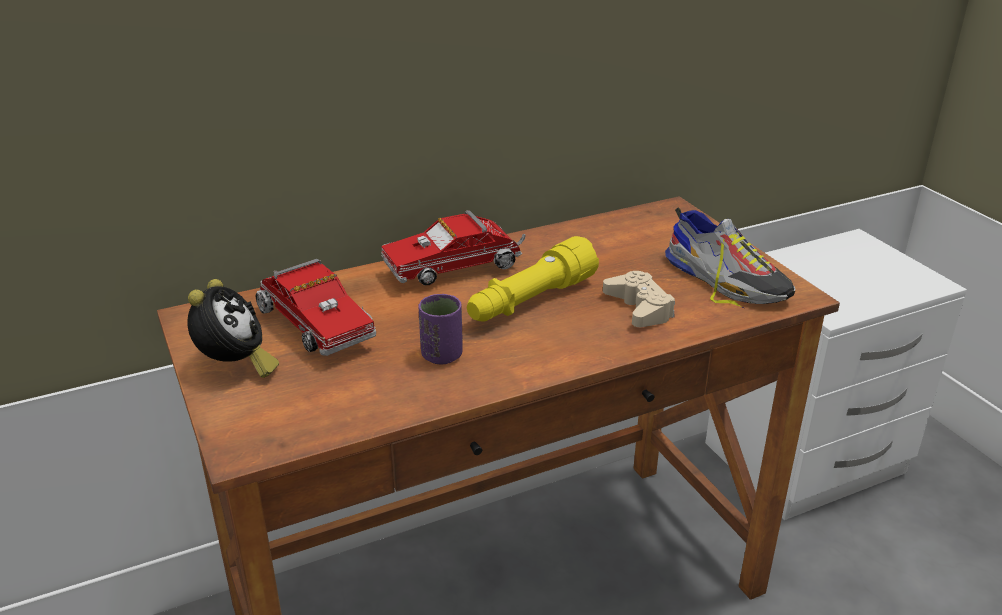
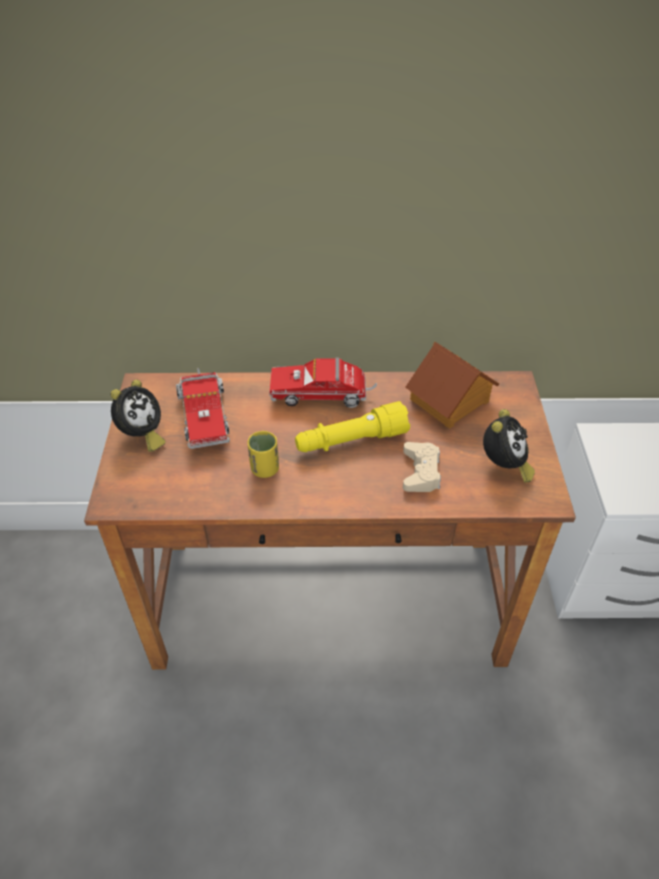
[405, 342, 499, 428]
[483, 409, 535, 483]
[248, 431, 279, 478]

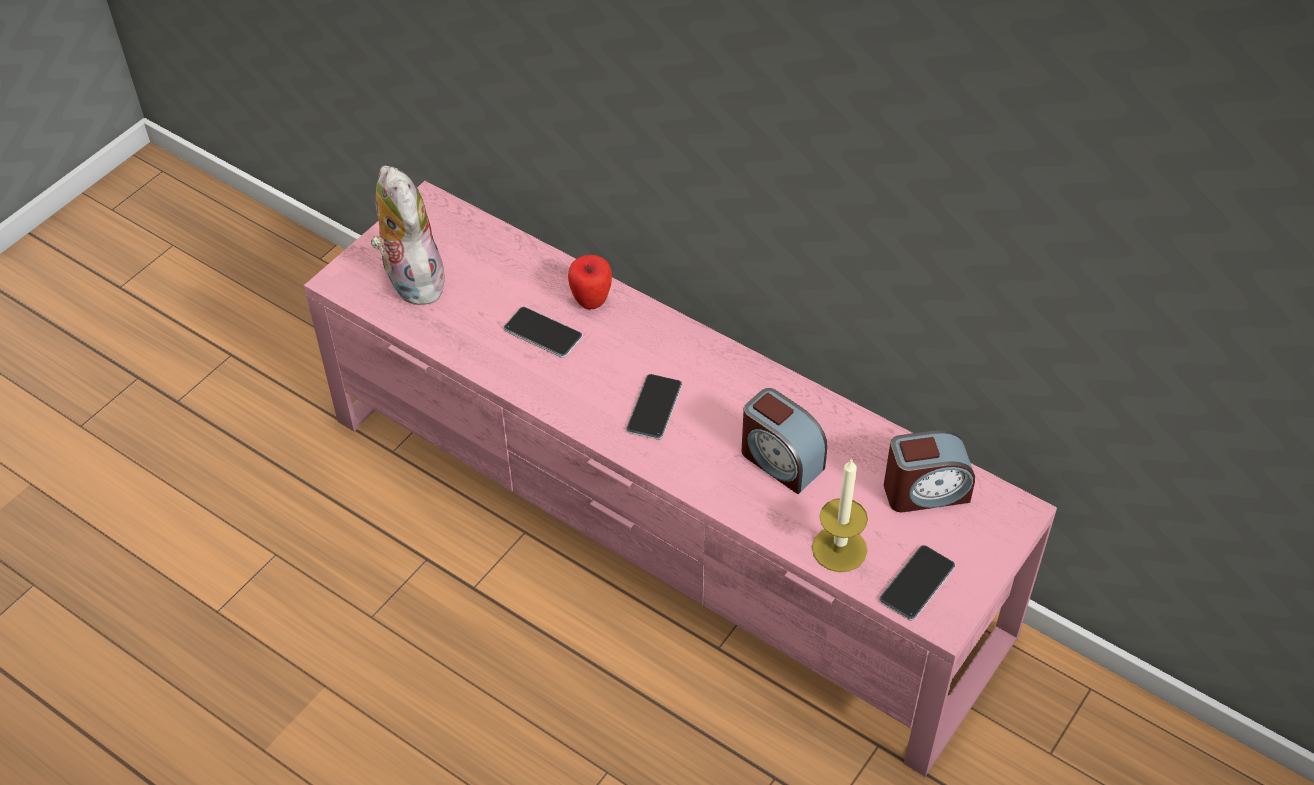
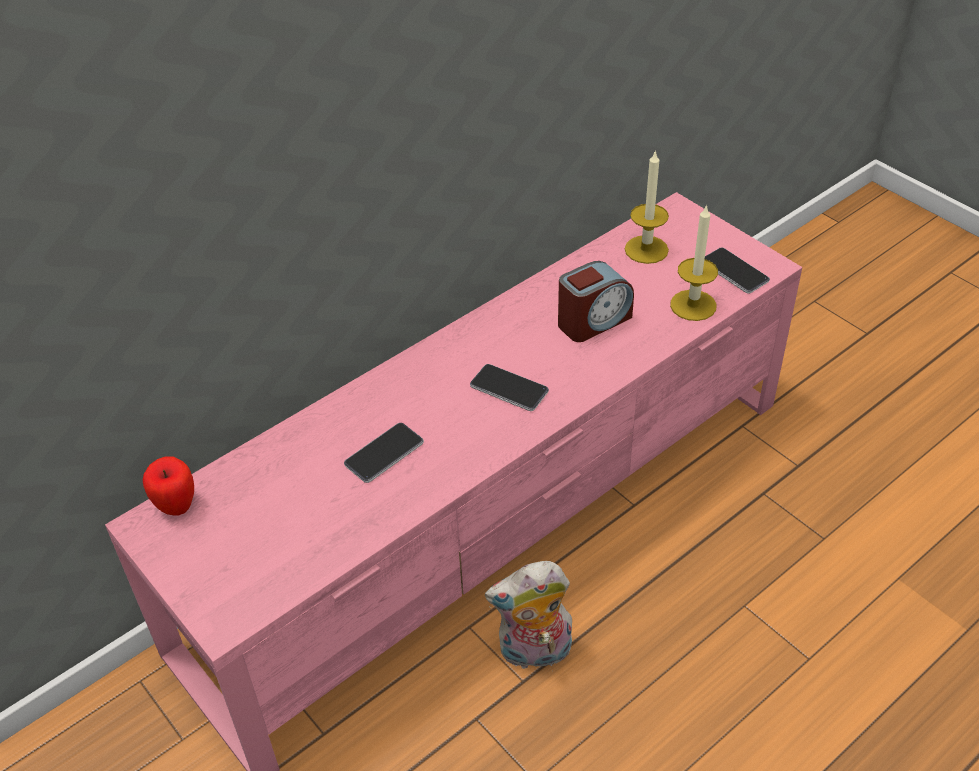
[485, 561, 572, 669]
[143, 456, 194, 516]
[625, 150, 669, 264]

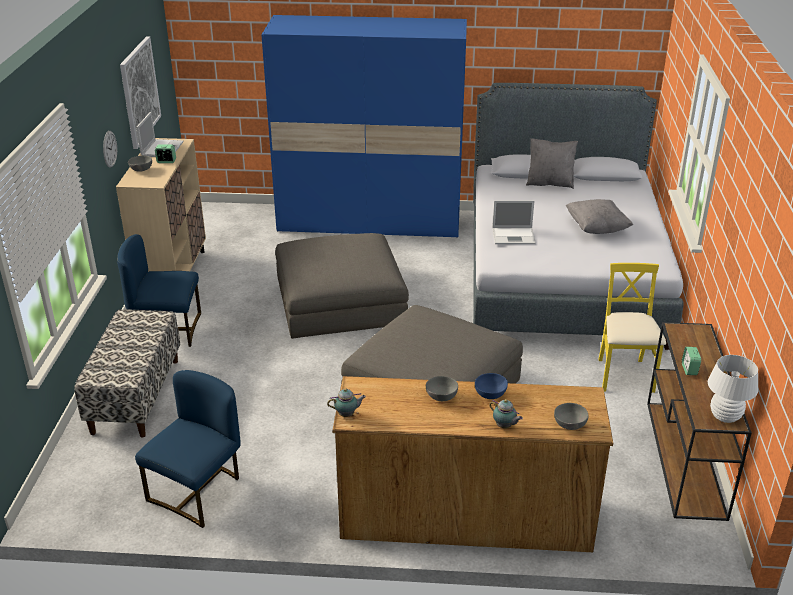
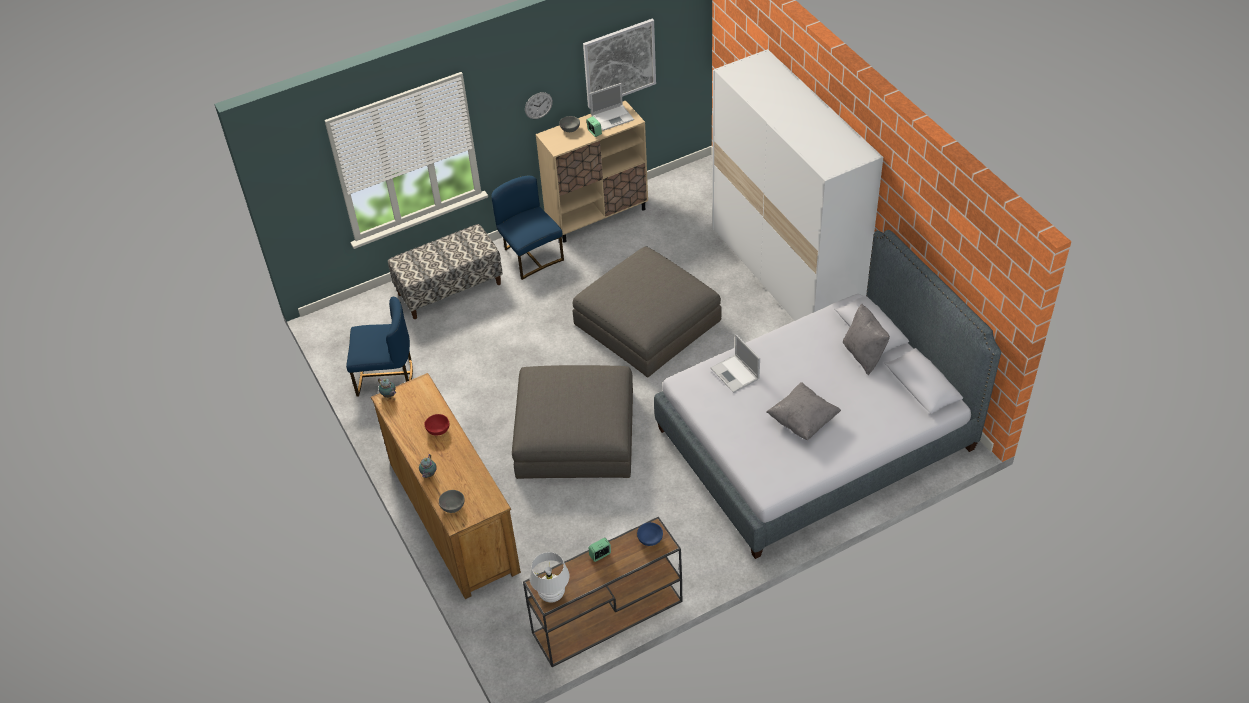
[598, 263, 666, 393] (first image)
[637, 522, 663, 546]
[712, 49, 883, 321]
[424, 414, 449, 436]

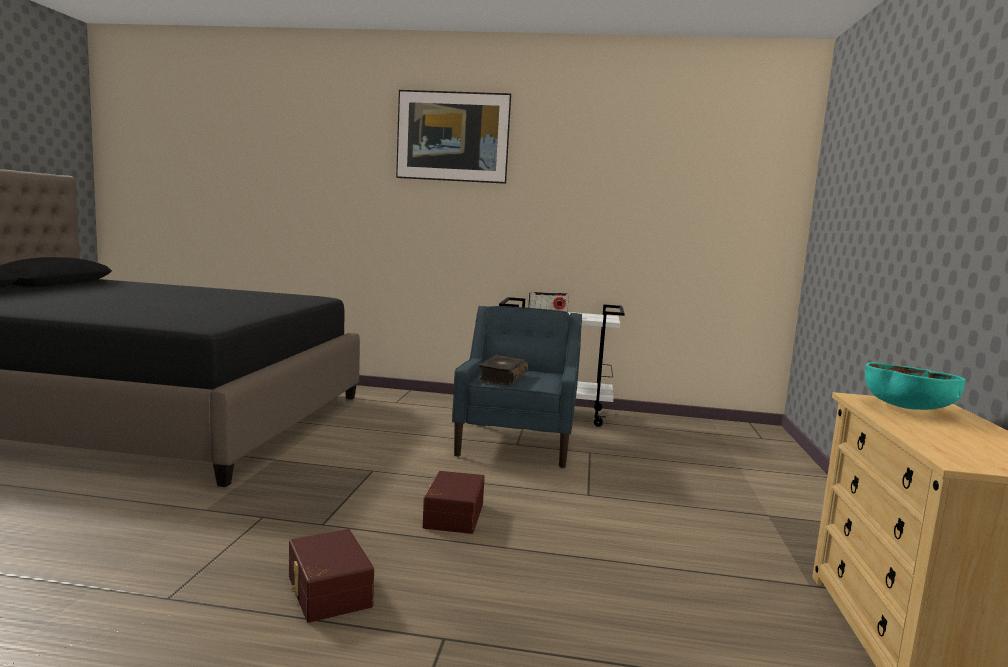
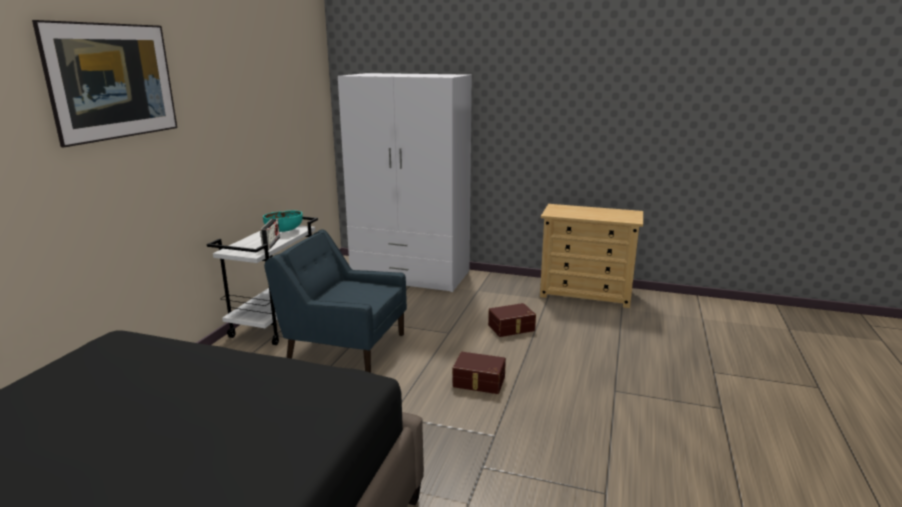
[477, 355, 528, 386] (first image)
[338, 73, 472, 292]
[488, 303, 536, 337]
[263, 210, 303, 232]

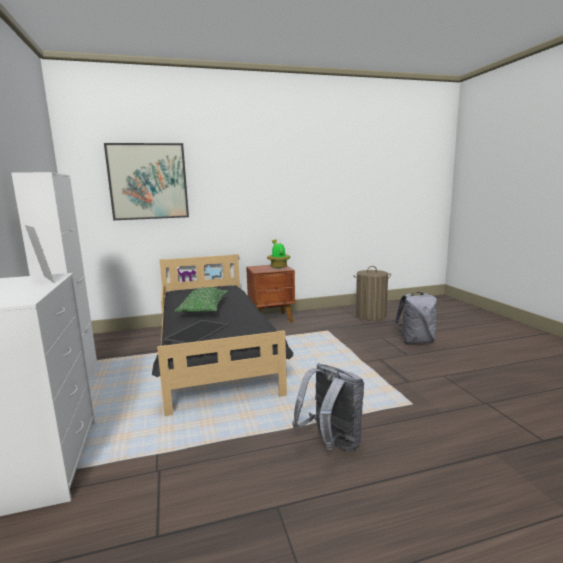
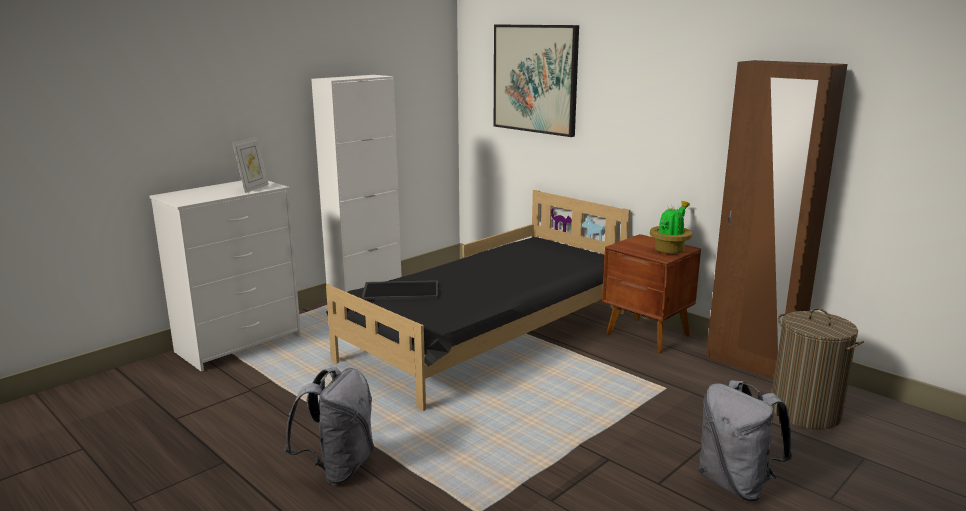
[175, 287, 228, 313] (first image)
[707, 60, 848, 380]

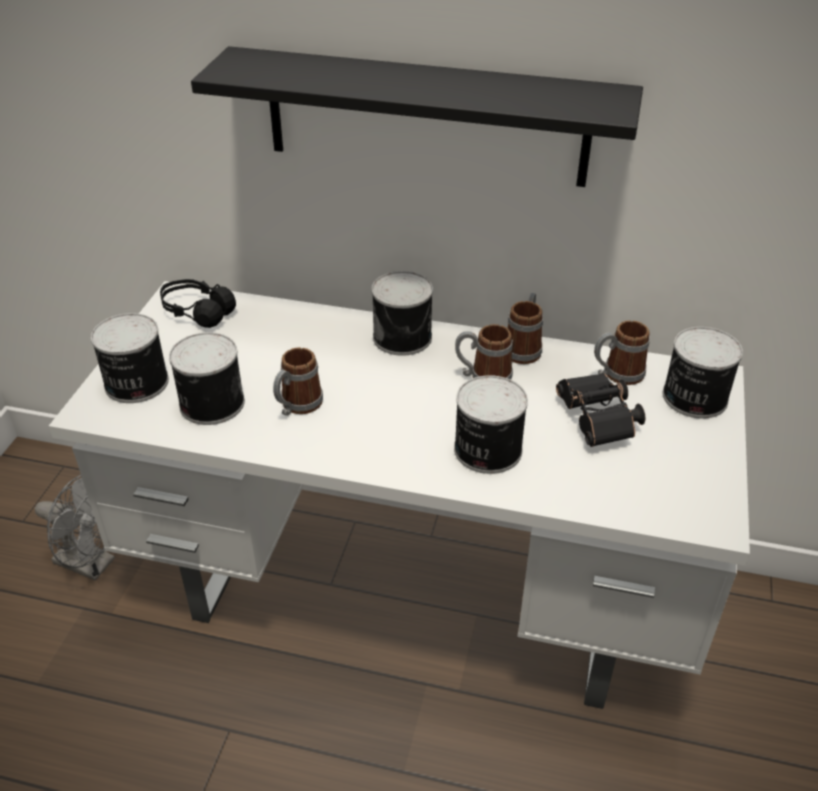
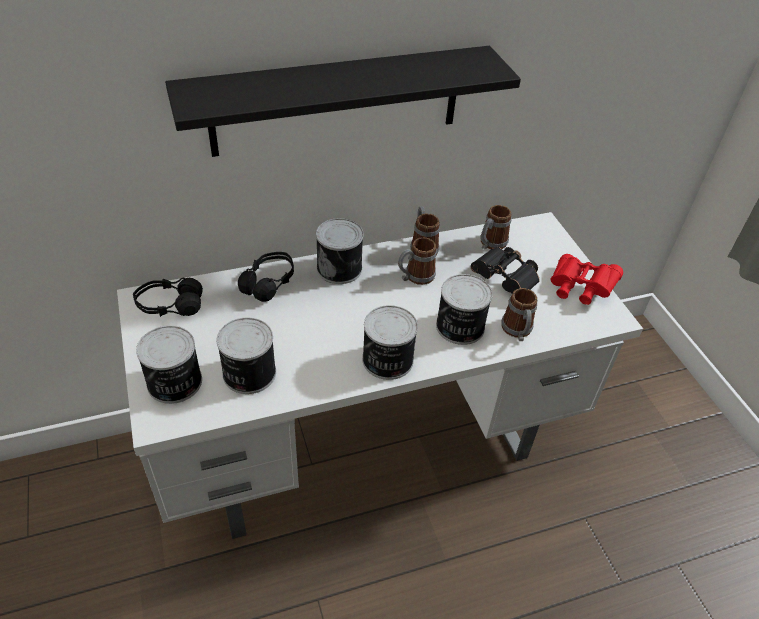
[35, 475, 115, 581] (first image)
[238, 252, 294, 302]
[551, 254, 623, 305]
[501, 288, 537, 341]
[362, 305, 418, 380]

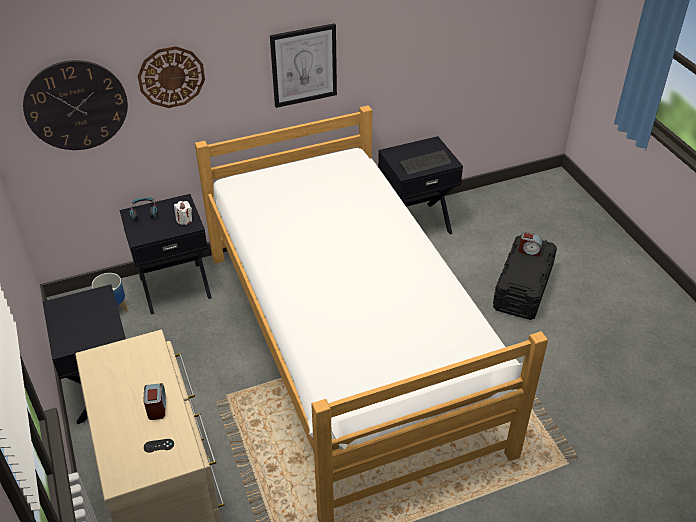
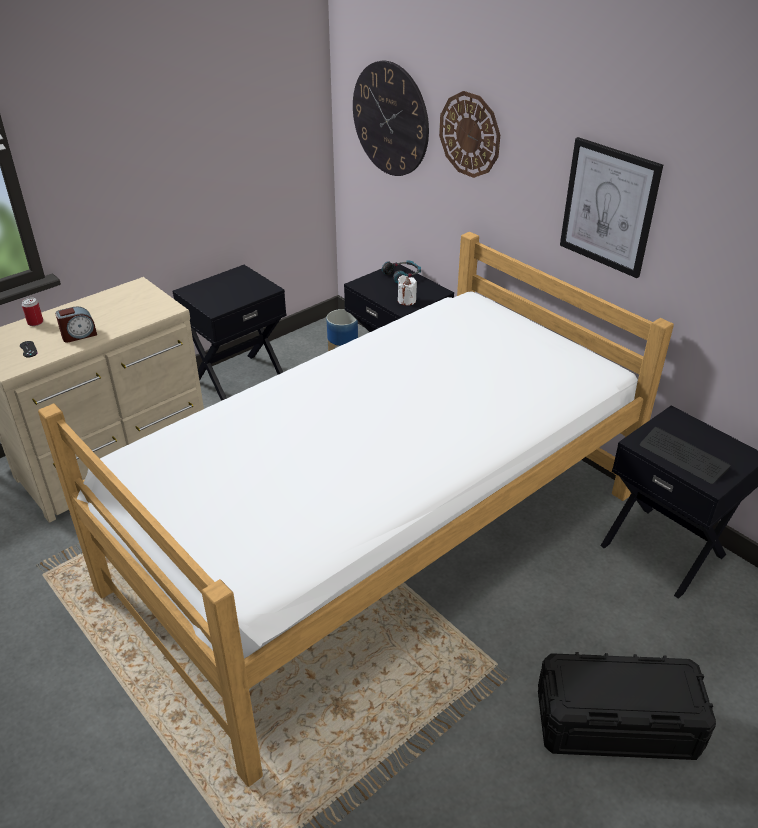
[518, 232, 542, 257] (first image)
[22, 298, 43, 326]

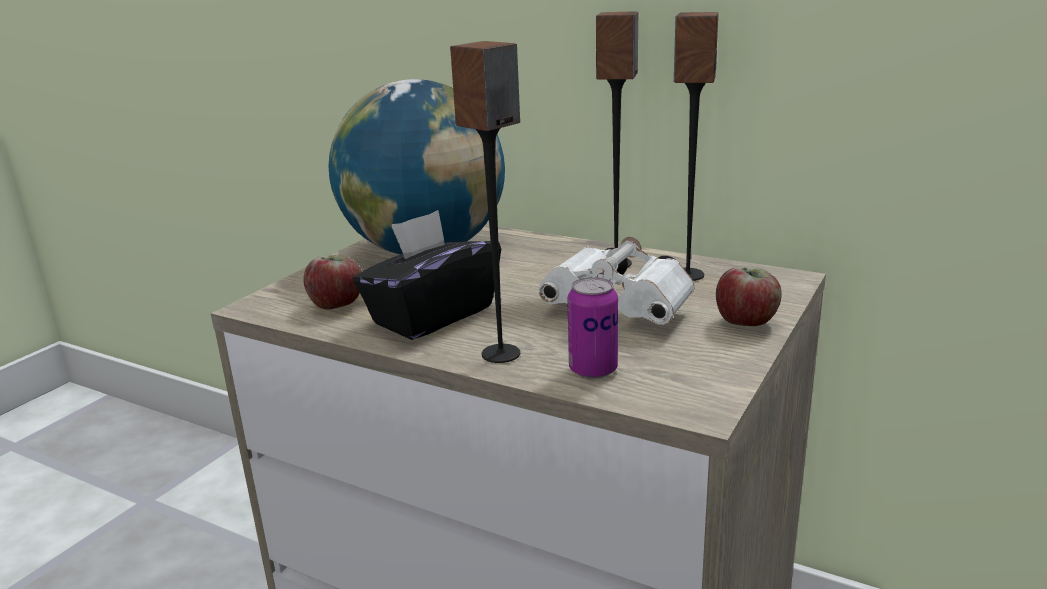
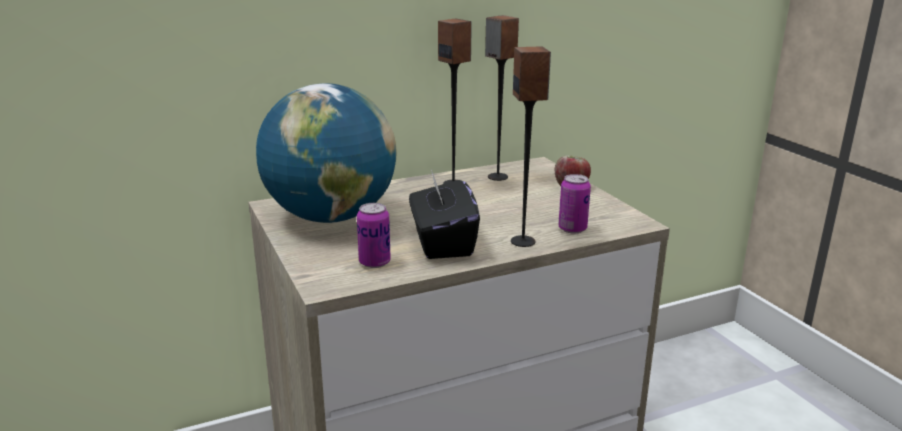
[538, 237, 694, 325] (first image)
[357, 203, 391, 268]

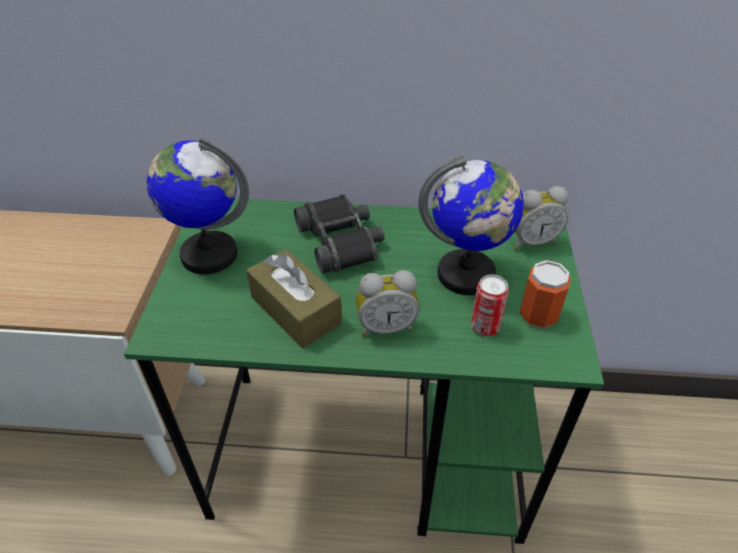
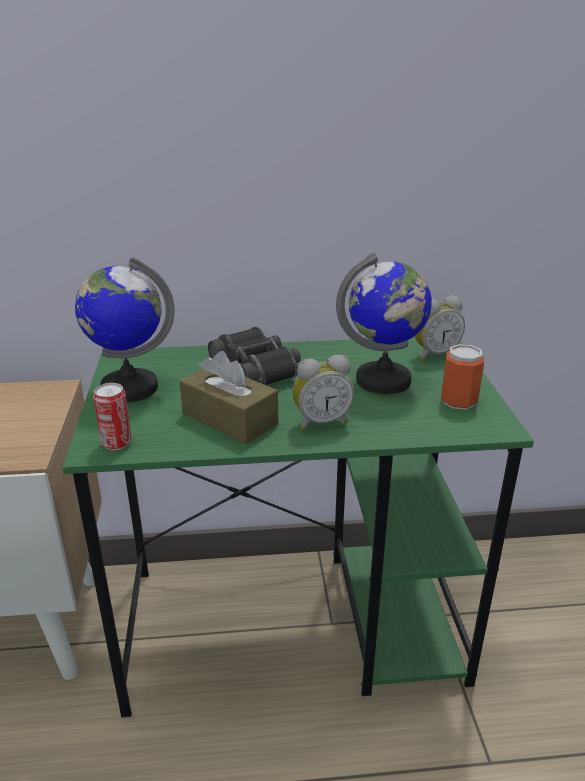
[93, 383, 132, 450]

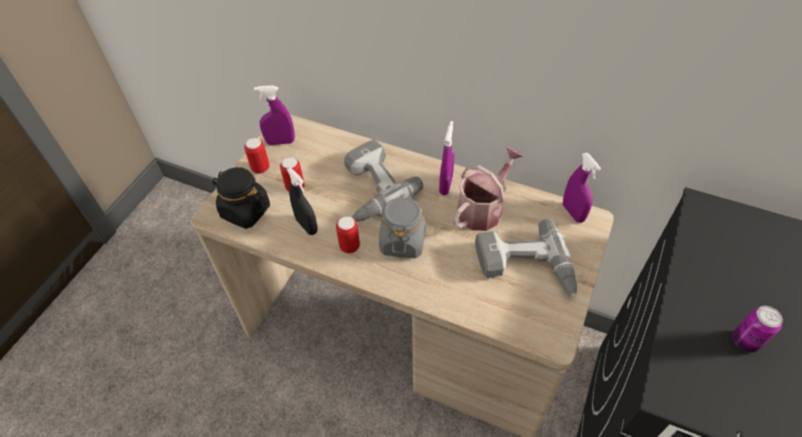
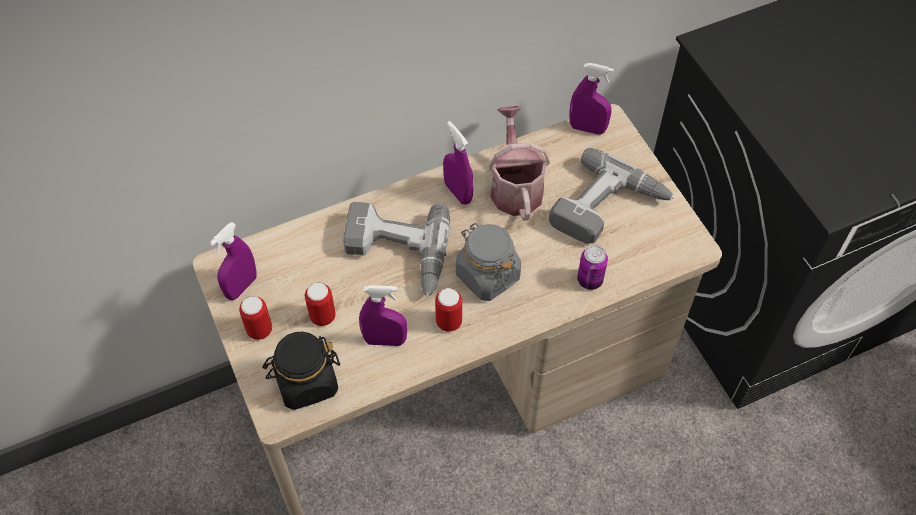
[577, 245, 608, 290]
[359, 285, 407, 346]

